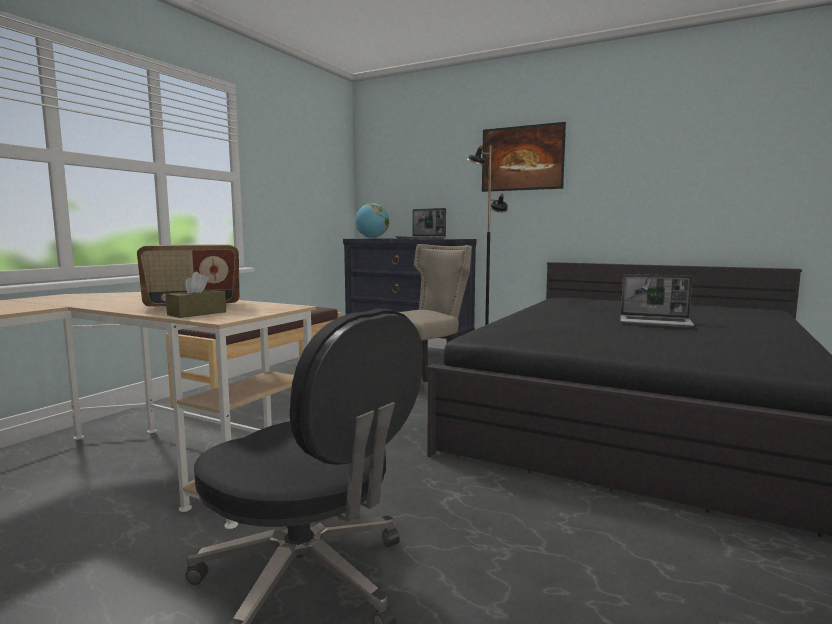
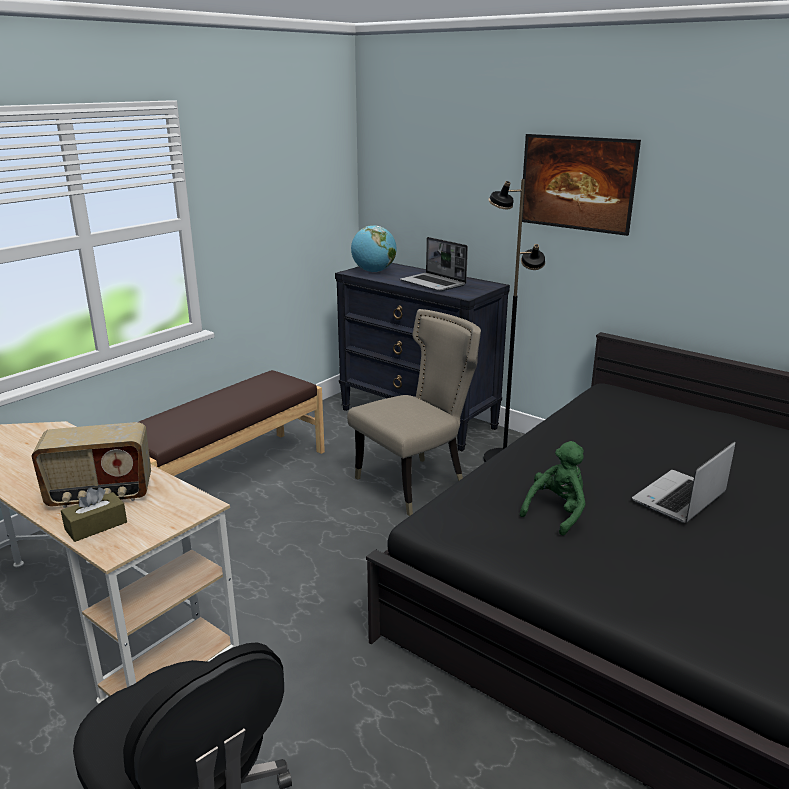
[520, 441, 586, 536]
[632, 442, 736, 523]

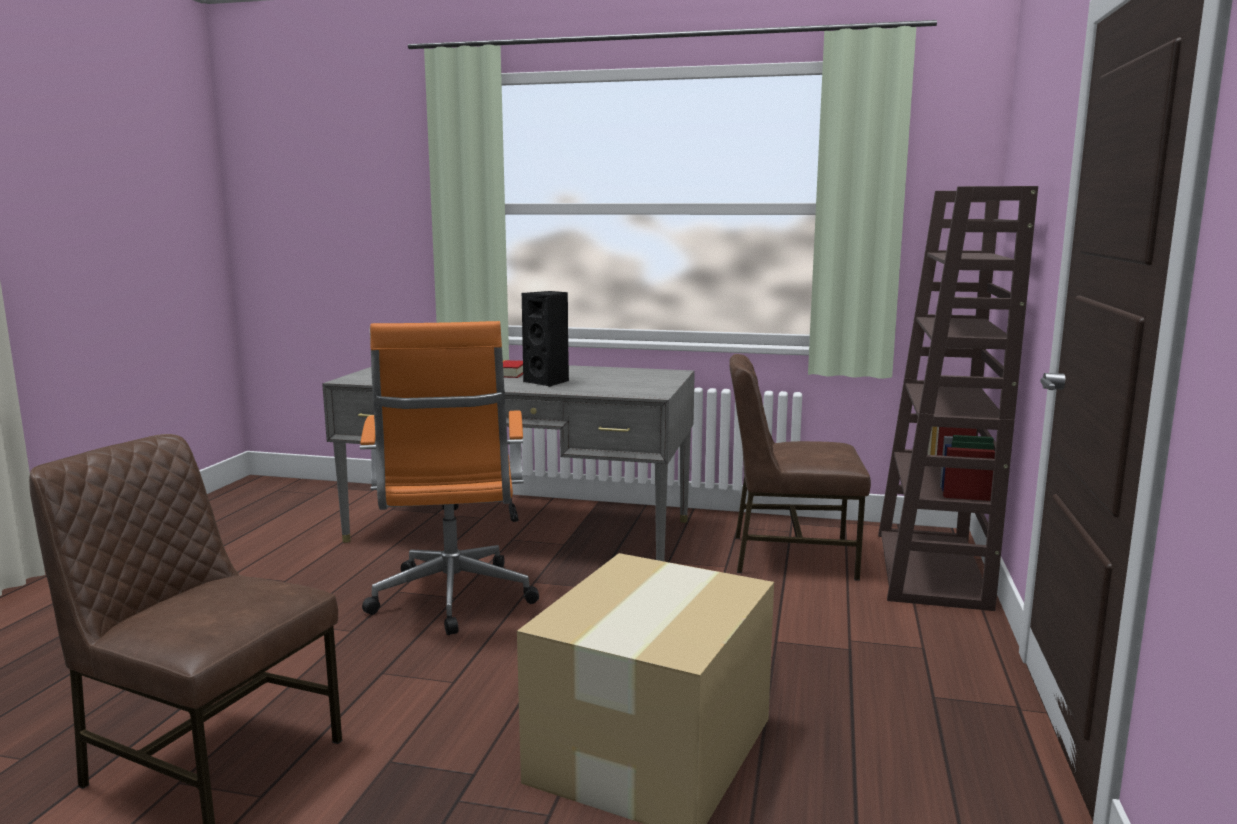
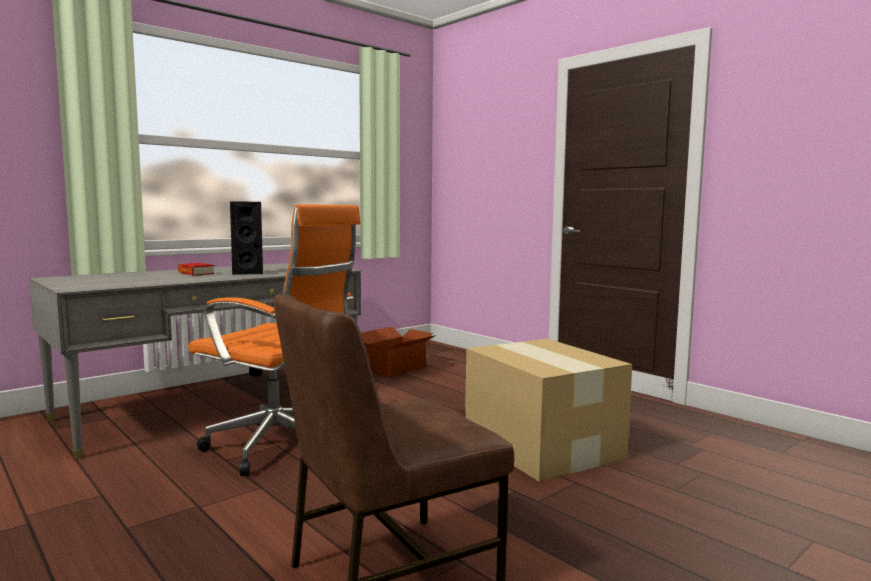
[878, 186, 1038, 611] (first image)
[361, 327, 436, 378]

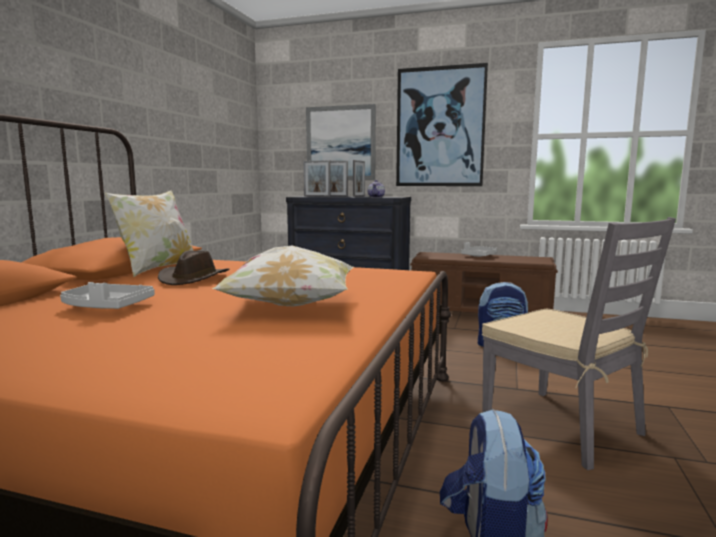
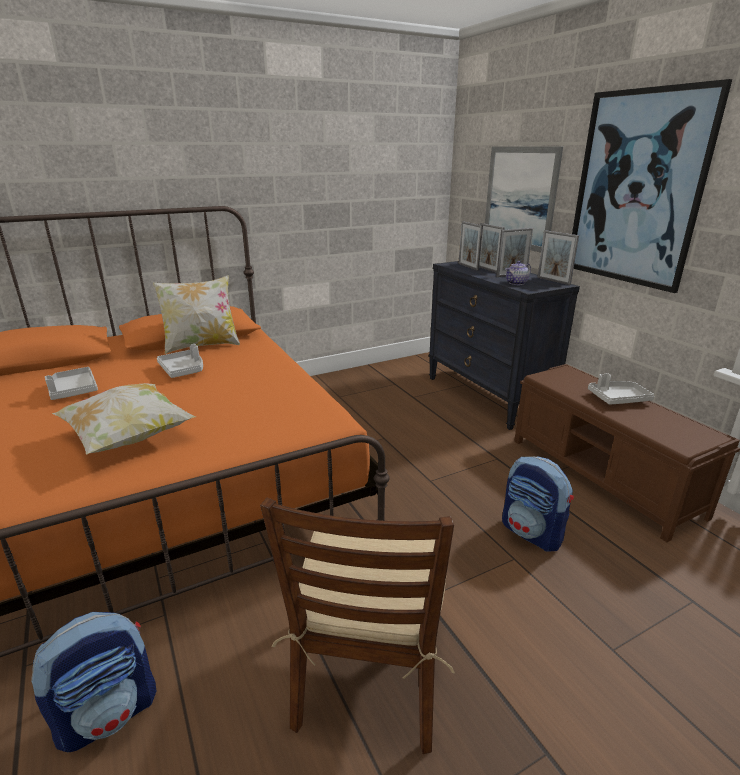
[537, 230, 579, 285]
[157, 344, 203, 378]
[260, 498, 455, 754]

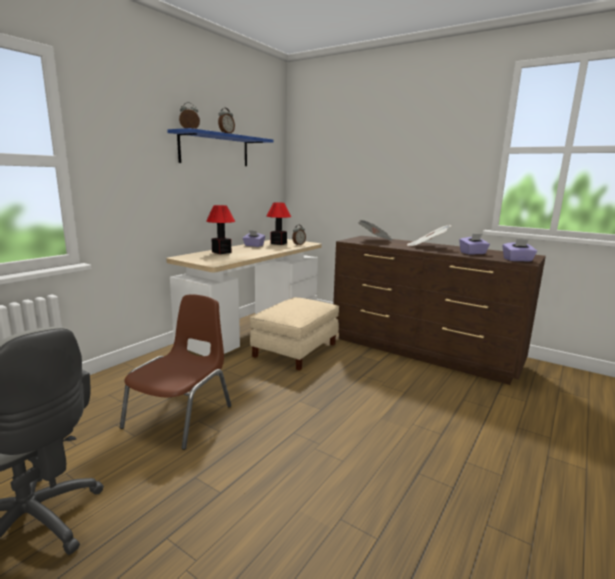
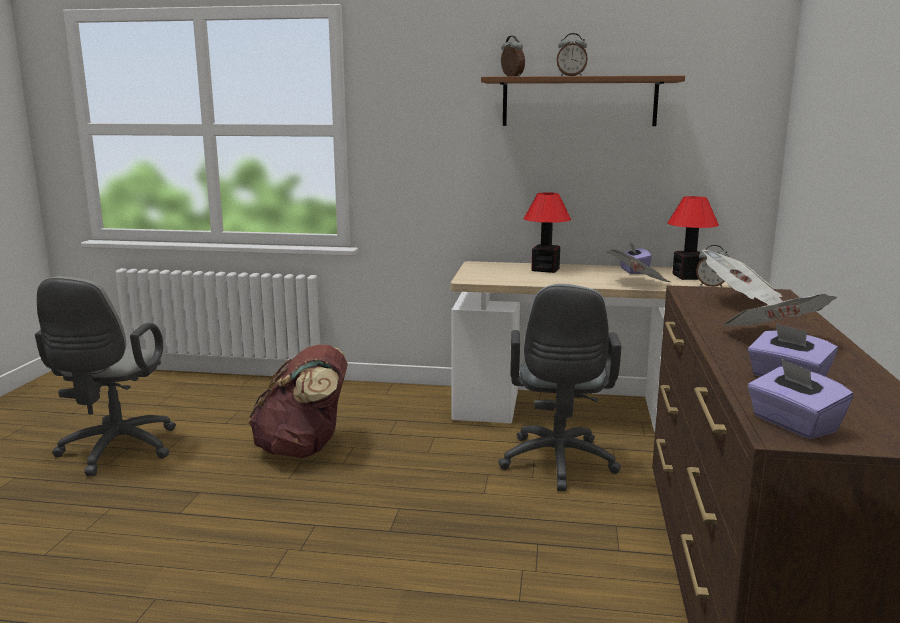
[606, 249, 671, 282]
[248, 344, 348, 458]
[498, 284, 621, 491]
[481, 76, 685, 126]

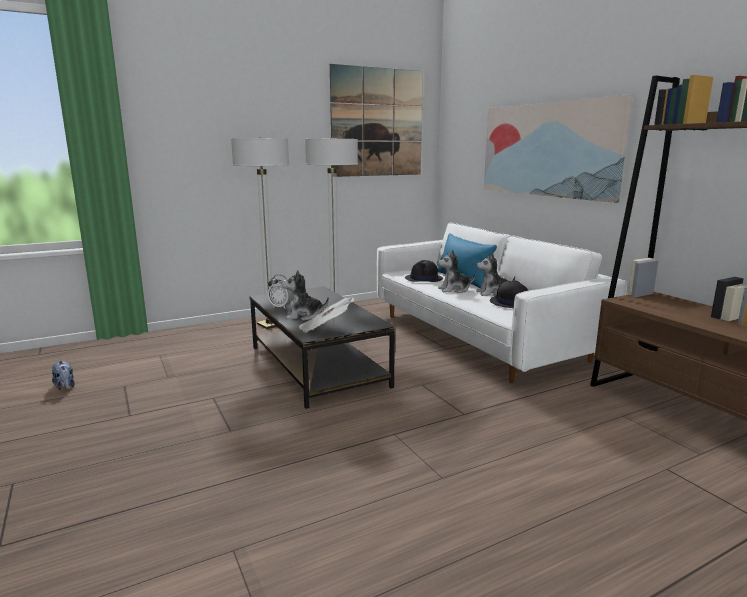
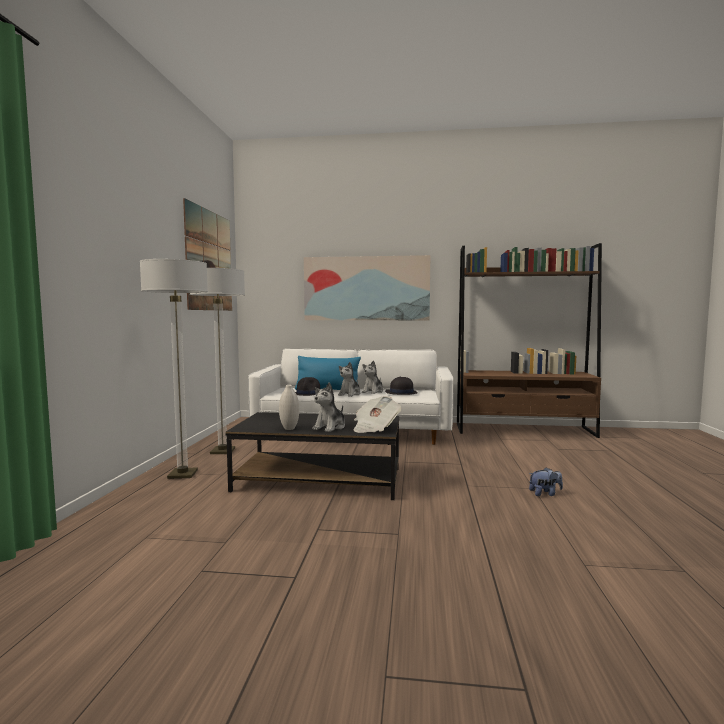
[529, 467, 563, 496]
[279, 385, 299, 430]

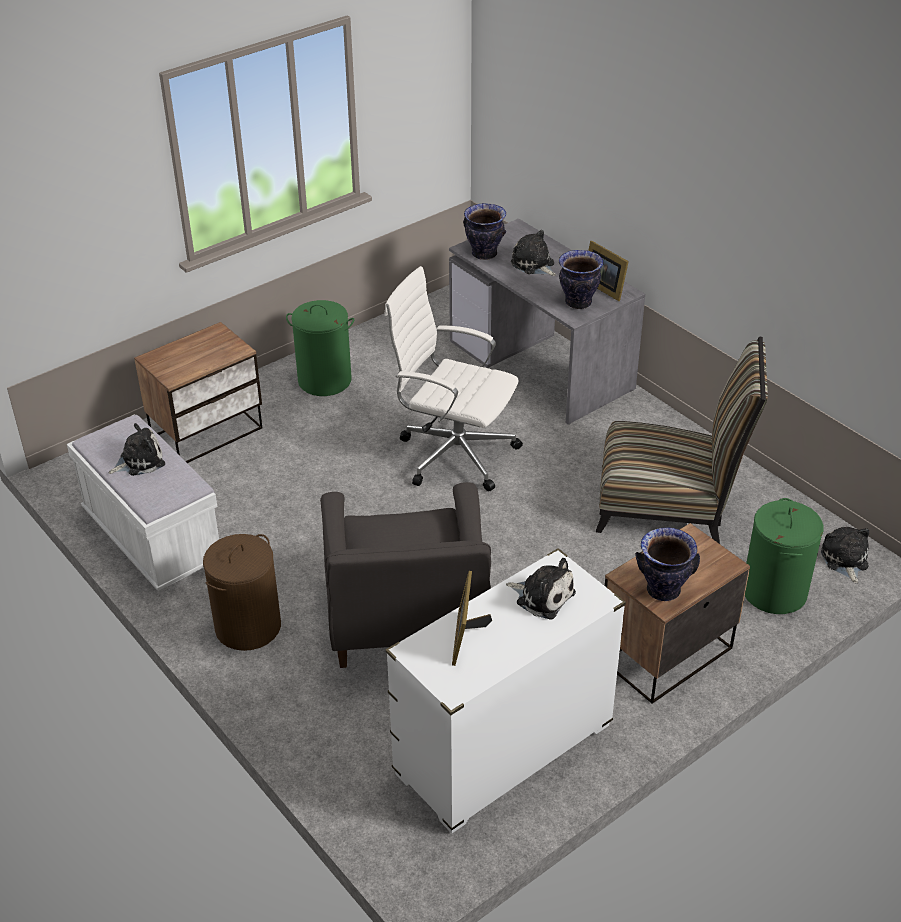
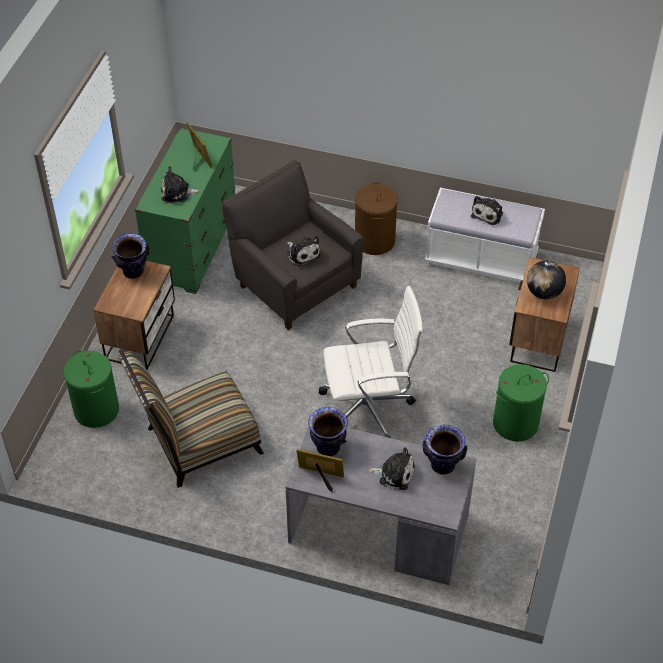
[527, 261, 566, 299]
[287, 236, 321, 267]
[135, 127, 235, 294]

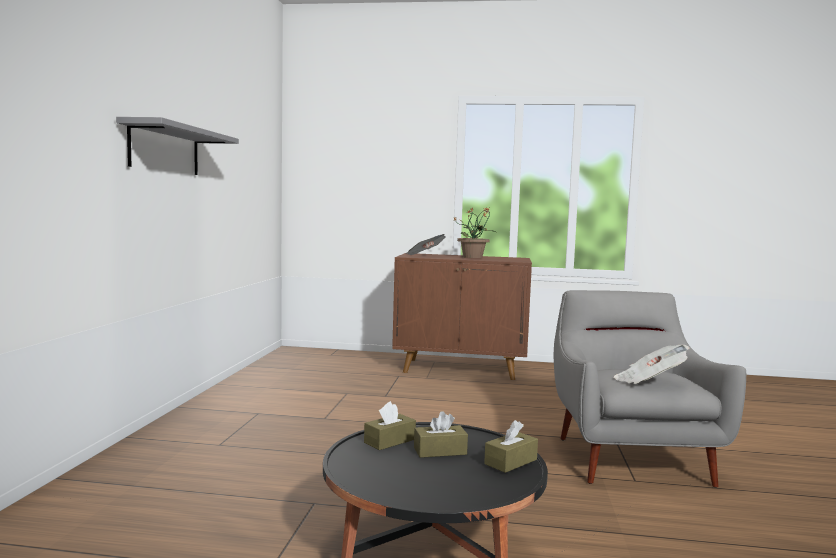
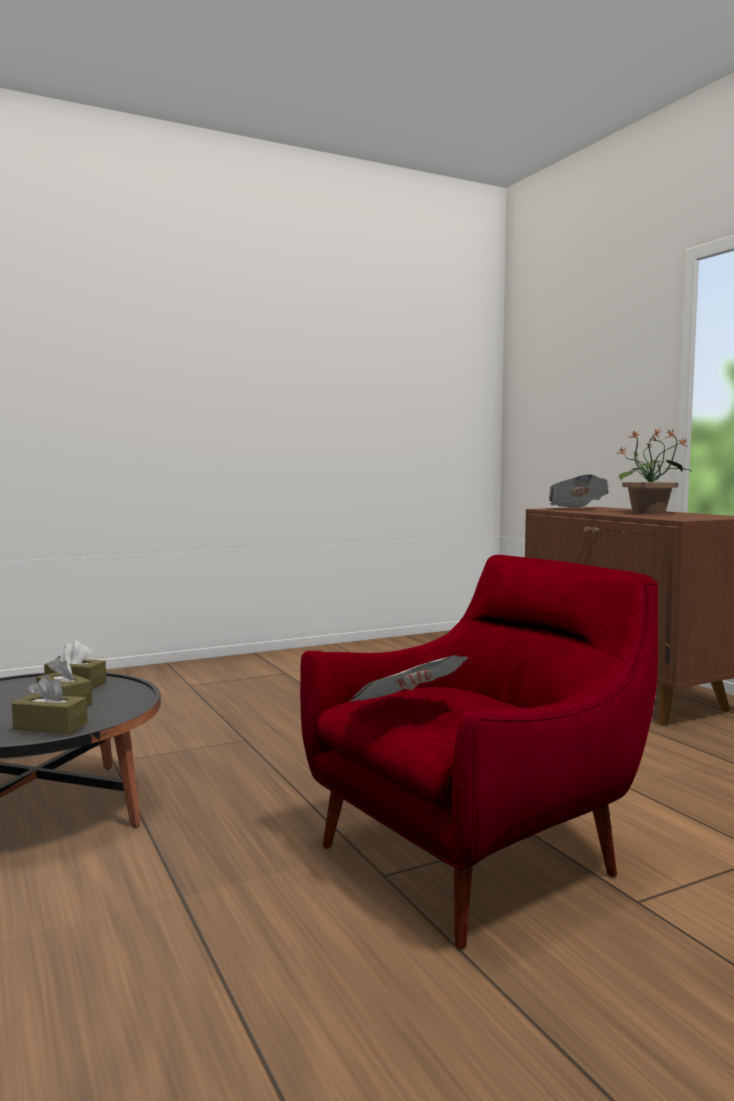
[116, 117, 239, 175] (first image)
[300, 555, 658, 949]

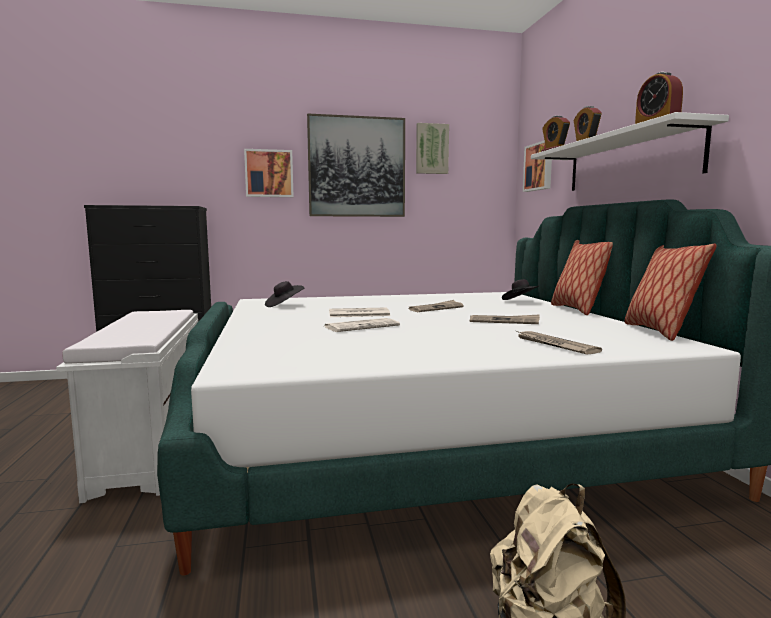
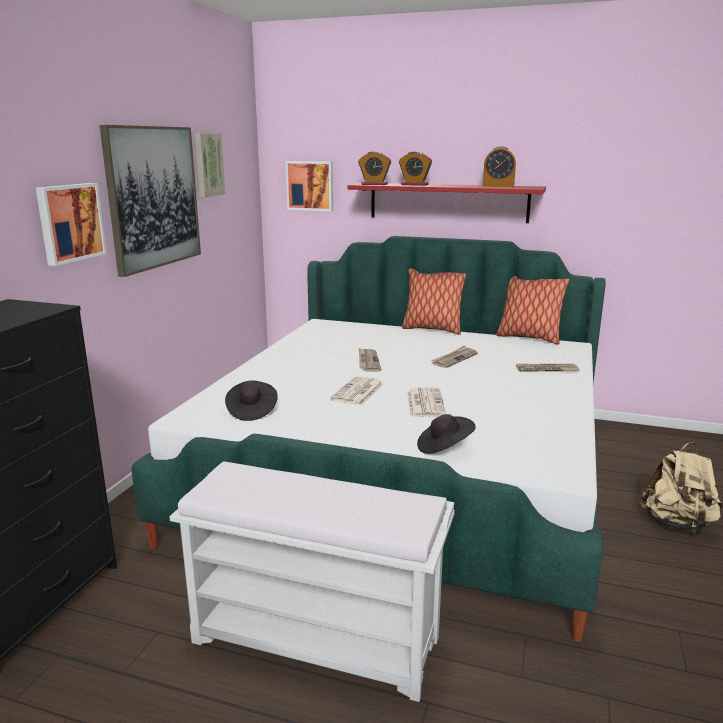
[417, 414, 476, 454]
[347, 183, 546, 223]

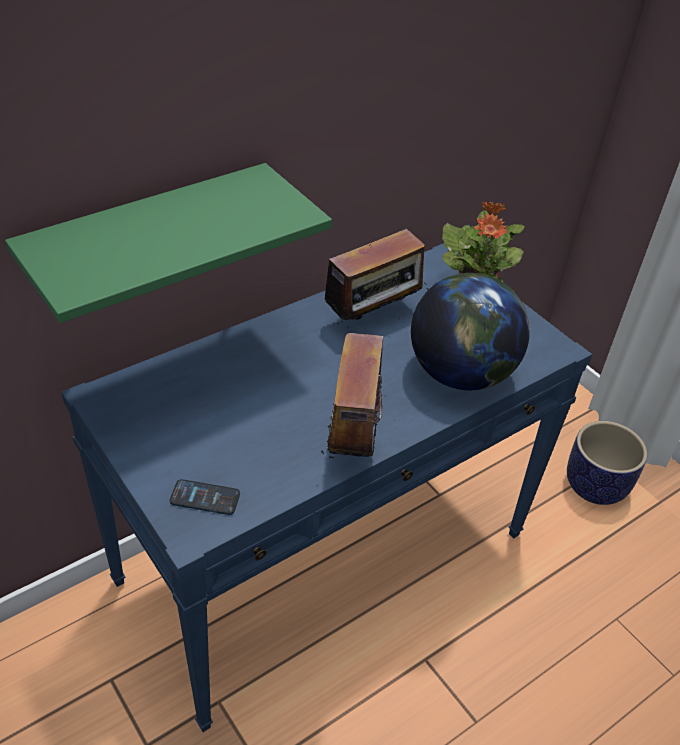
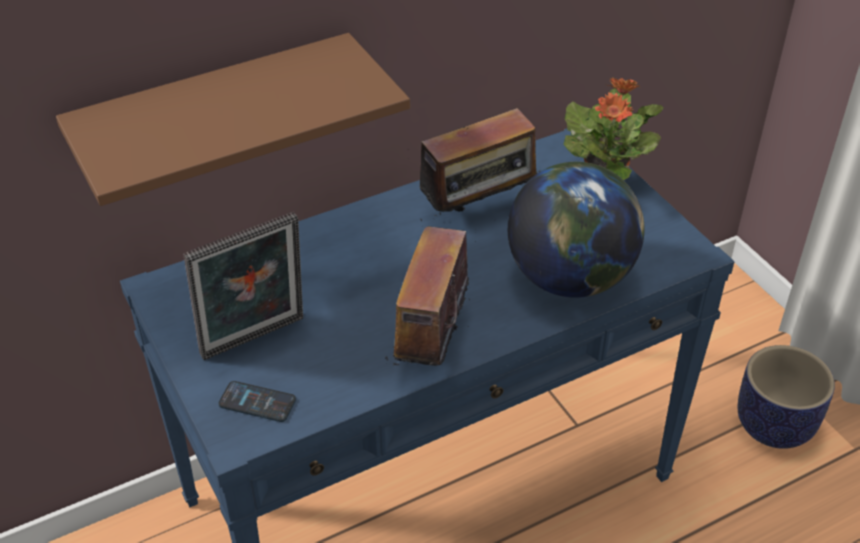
[184, 212, 303, 360]
[56, 33, 410, 206]

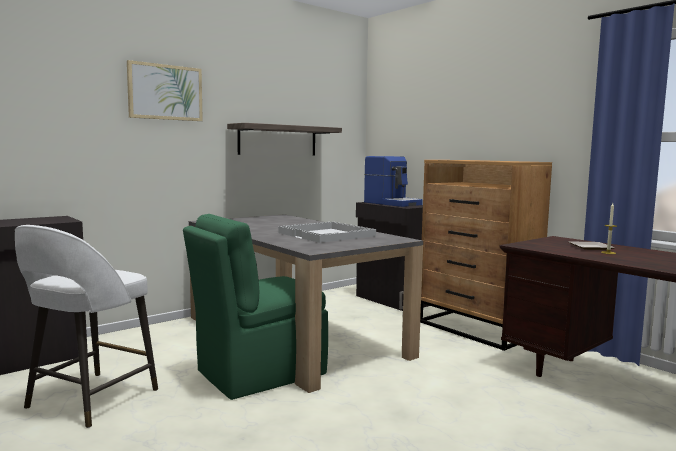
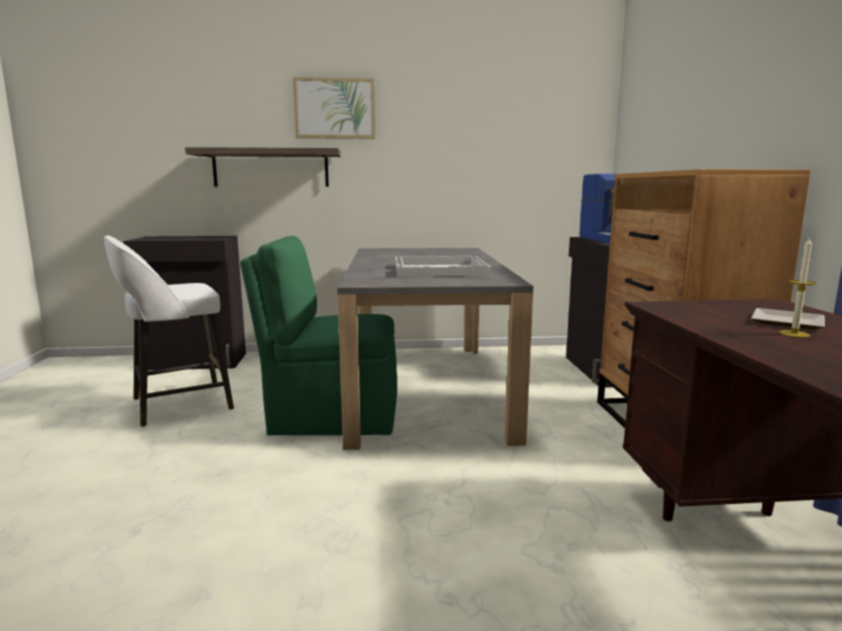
[185, 147, 341, 187]

